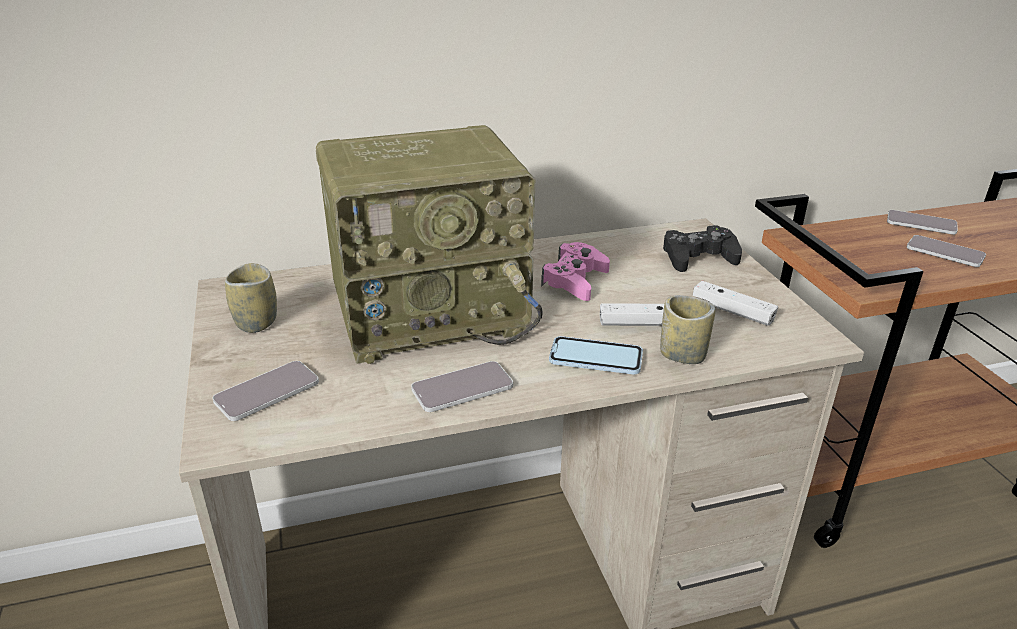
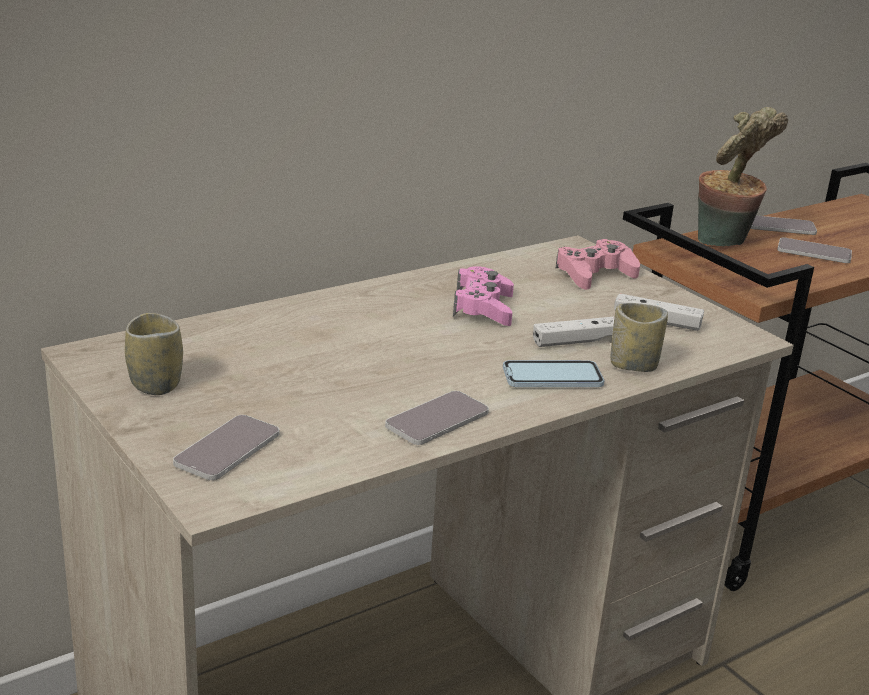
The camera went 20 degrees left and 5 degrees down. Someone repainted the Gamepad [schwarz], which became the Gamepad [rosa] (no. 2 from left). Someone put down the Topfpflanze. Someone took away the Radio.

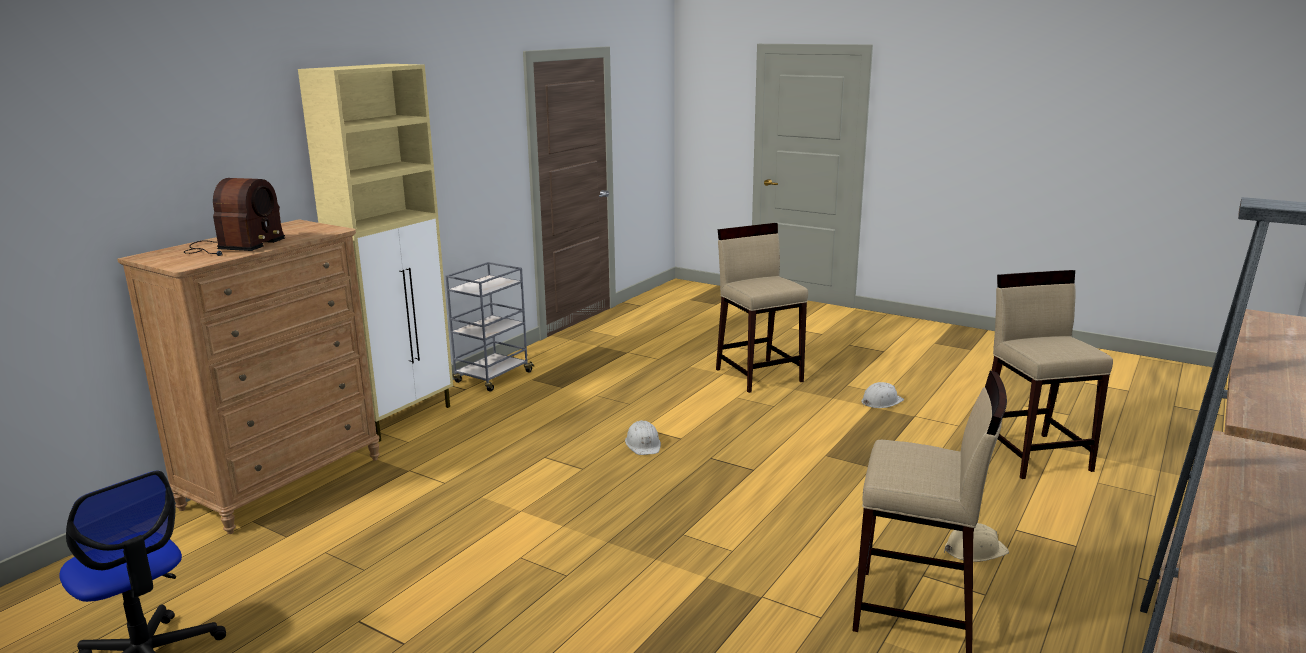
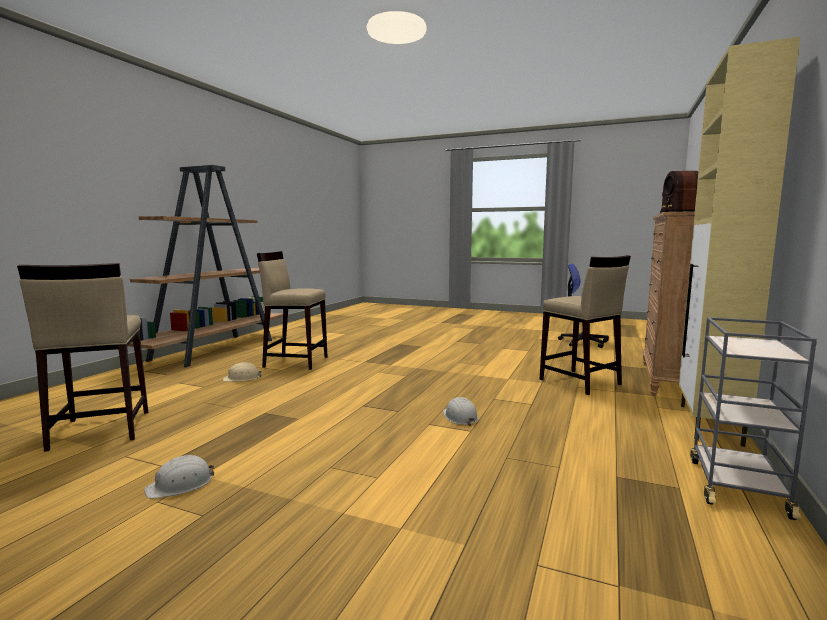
The camera went 170 degrees right and 10 degrees down. Someone carried the Hocker [beige] (no. 1 from left in the first image).

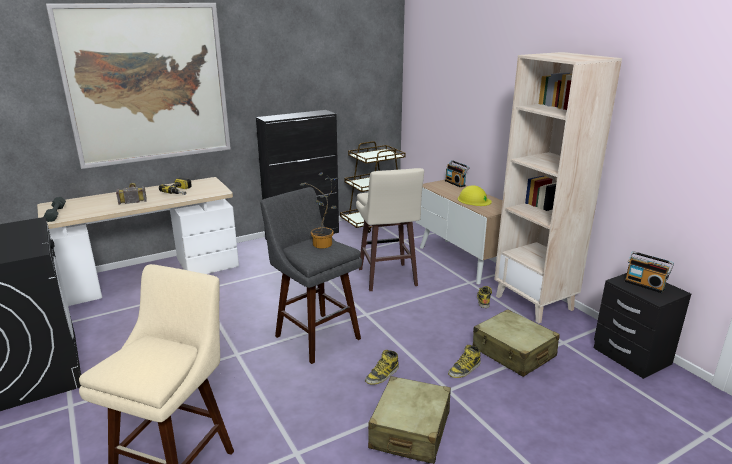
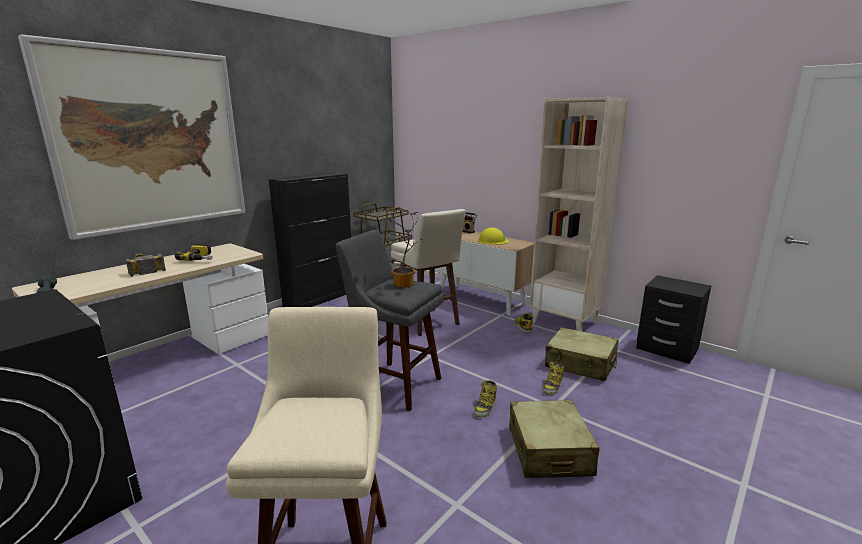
The camera went 20 degrees left and 5 degrees down. Someone took away the Radio (no. 2 from left).

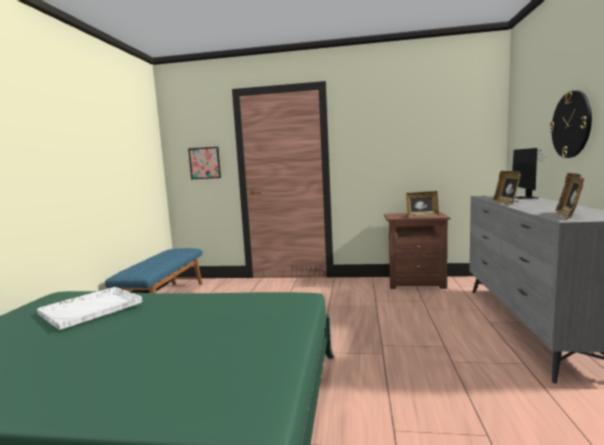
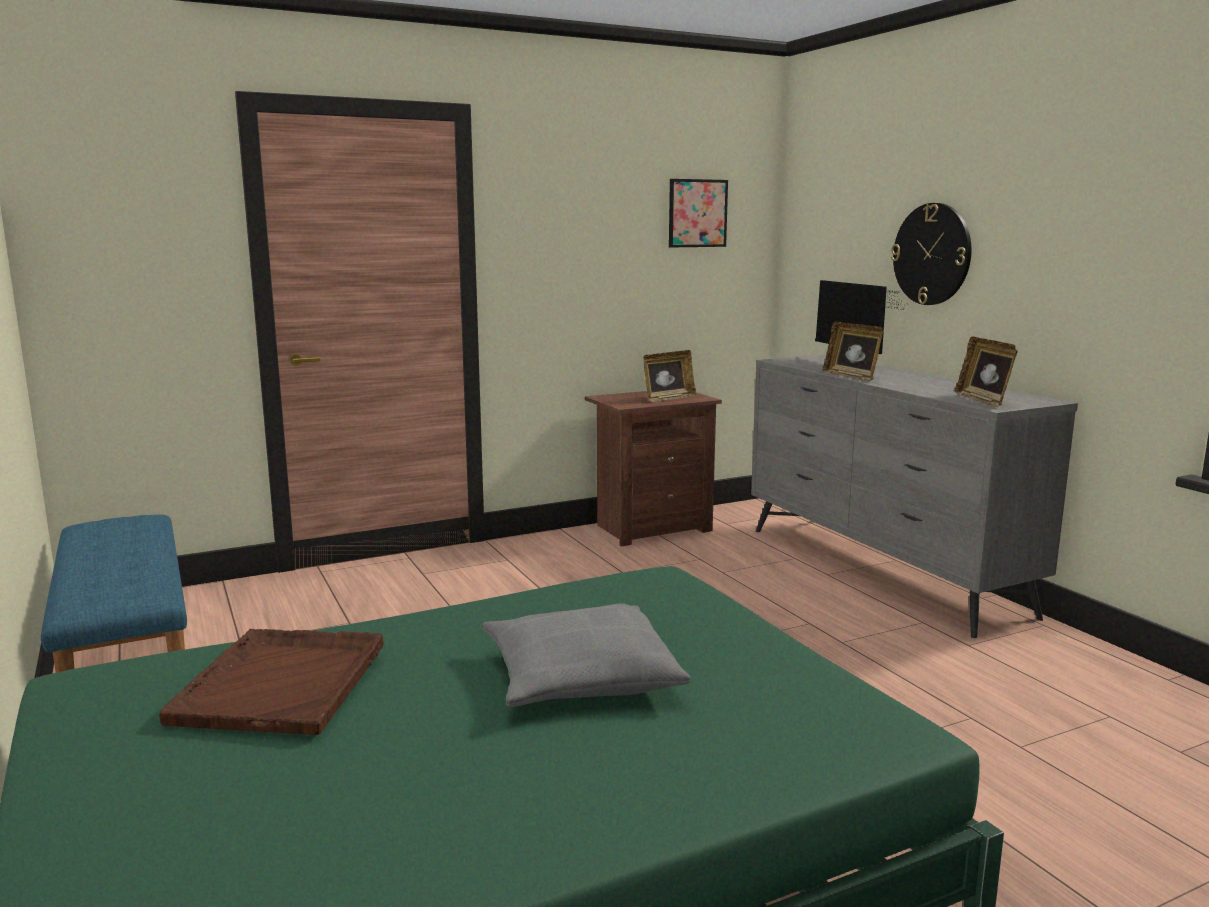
The camera went 35 degrees left and 5 degrees up. Someone repainted the Tablett [weiß], which became the Tablett [braun]. Someone put down the Kissen [grau]. Someone carried the Bild.

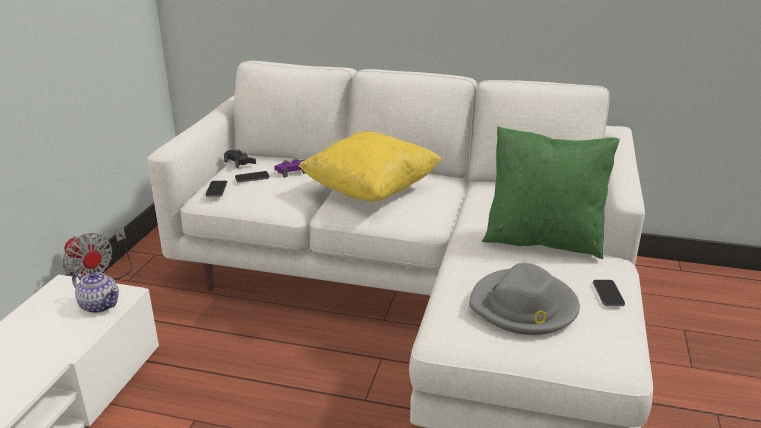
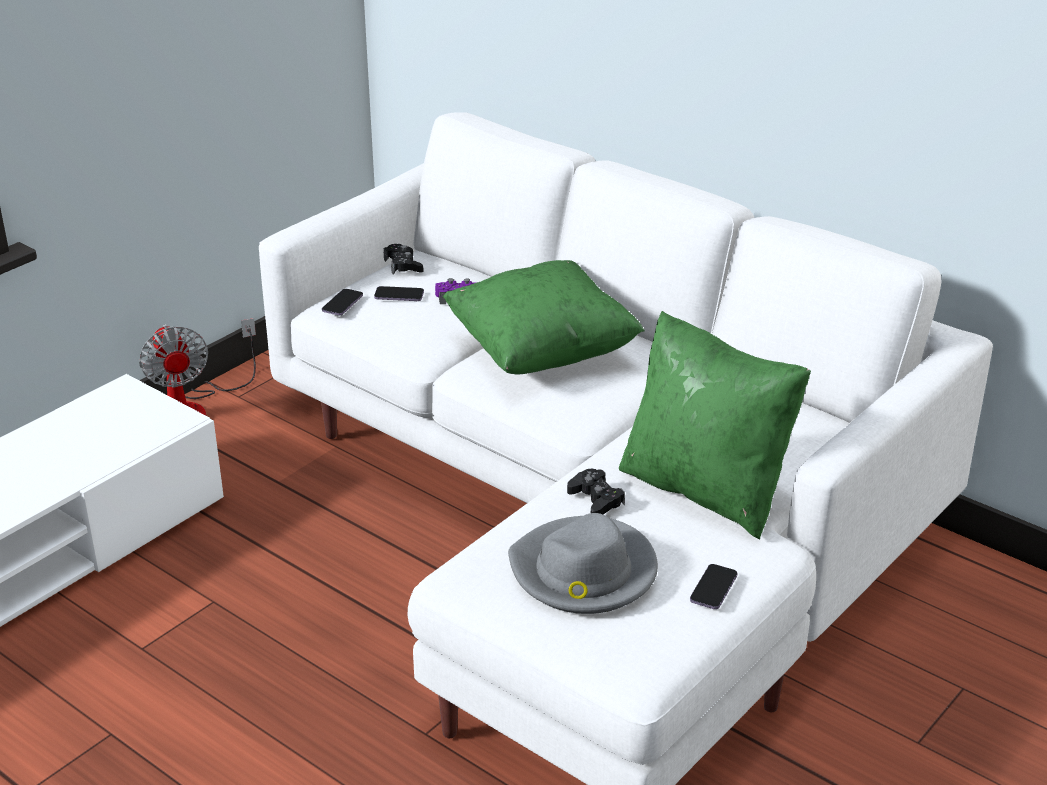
The camera went 25 degrees right and 5 degrees up. Someone repainted the Kissen [gelb], which became the Kissen [grün] (no. 1 from left). Someone put down the Gamepad [schwarz] (no. 2 from left). Someone took away the Teekanne.

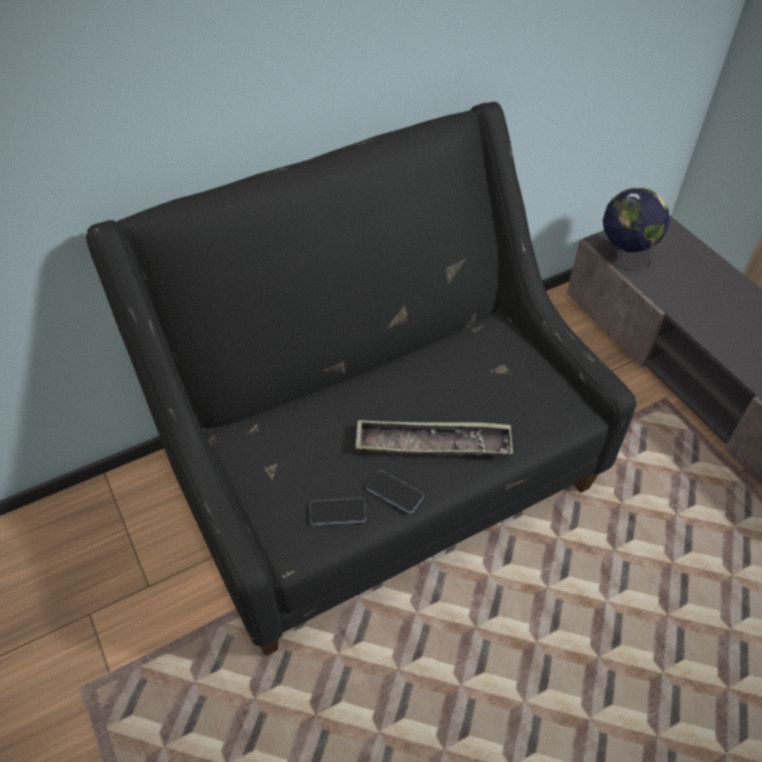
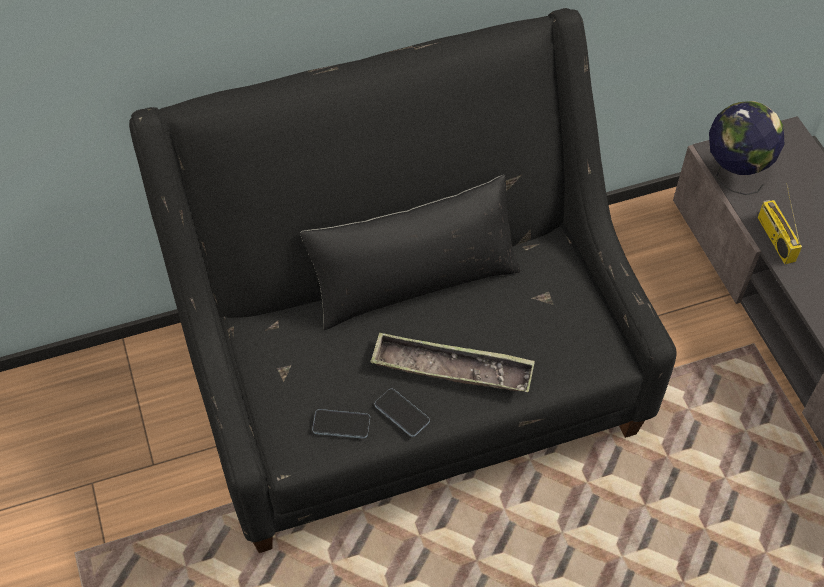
The camera went 10 degrees right and 5 degrees up. Someone put down the Kissen [schwarz]. Someone put down the Radio.

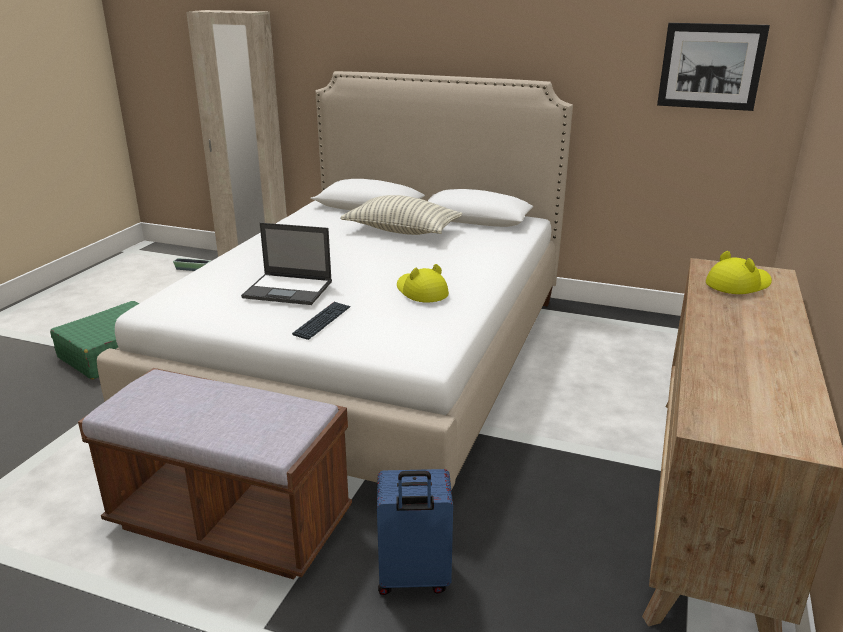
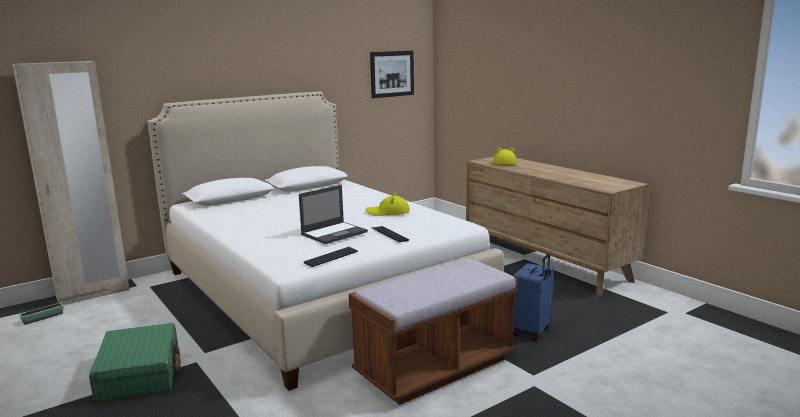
The camera went 55 degrees left and 10 degrees down. Someone put down the Tastatur (no. 1 from left). Someone took away the Kissen.

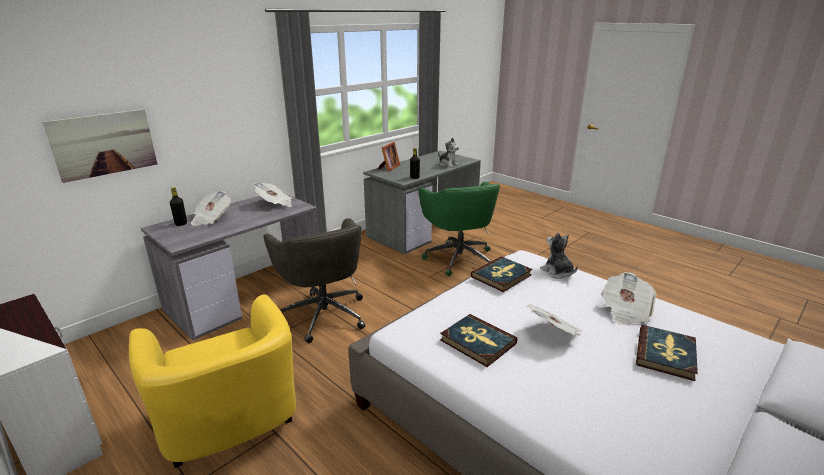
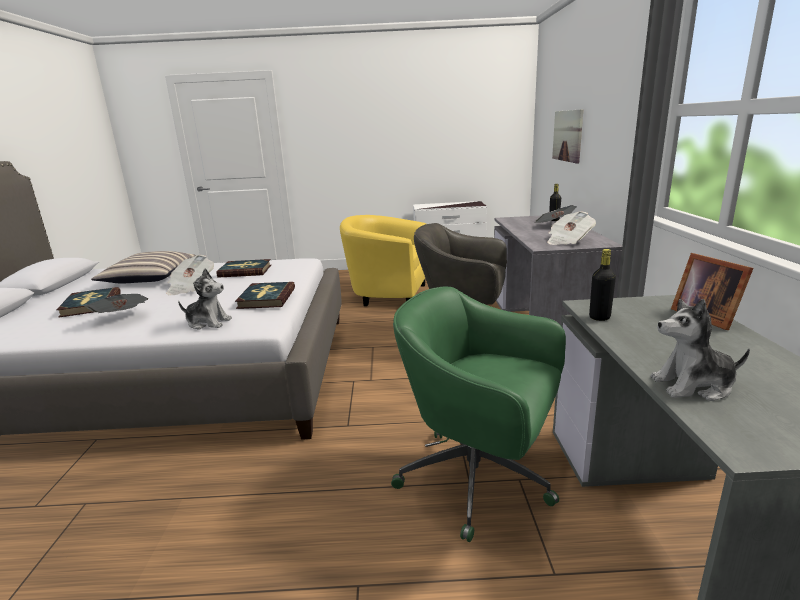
The camera went 135 degrees right and 5 degrees down. Someone put down the Kissen.

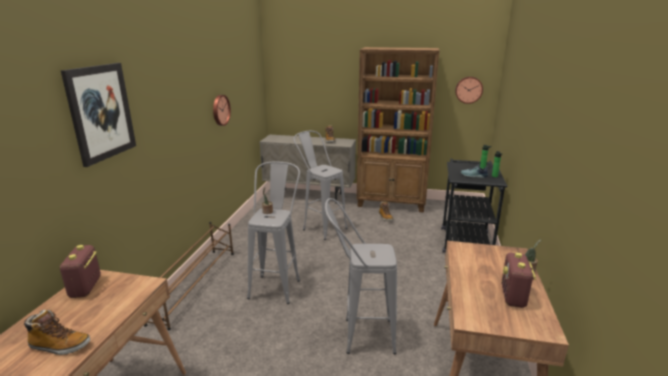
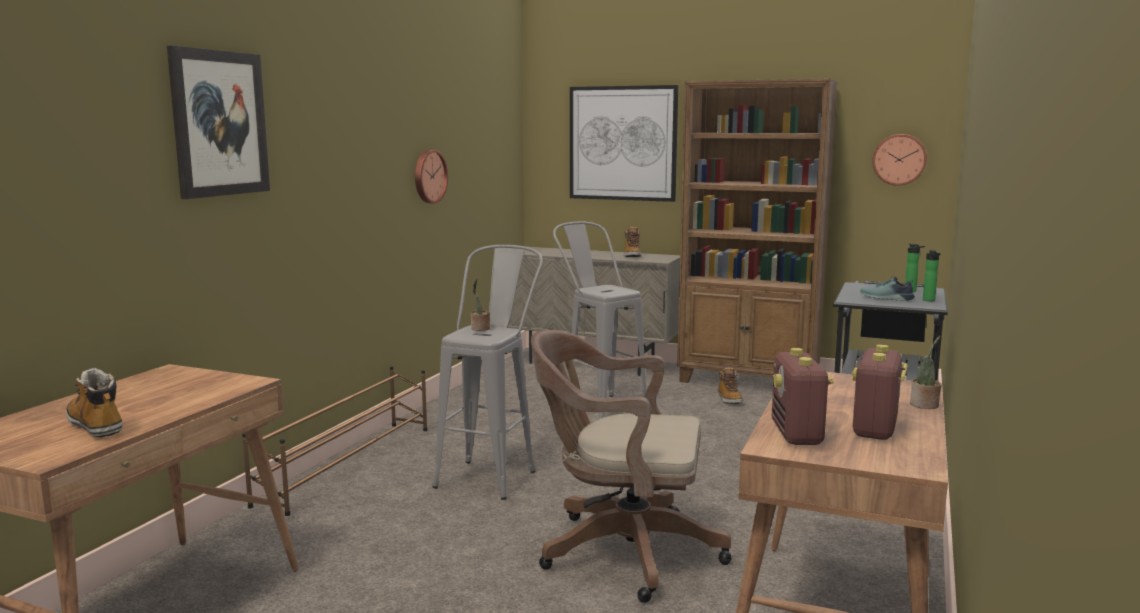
The camera went 10 degrees right and 10 degrees down. Someone rotated the Stiefel (no. 1 from left) by 150 degrees counterclockwise. Someone swapped the Hocker [grau] (no. 3 from left) for the Bürostuhl [braun]. Someone put up the Bild (no. 2 from left). Someone carried the Radio (no. 1 from left).

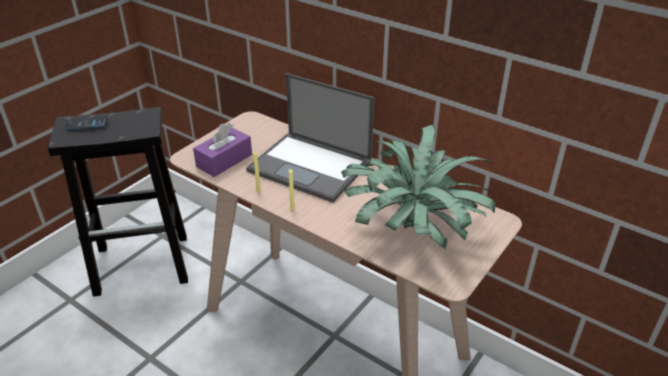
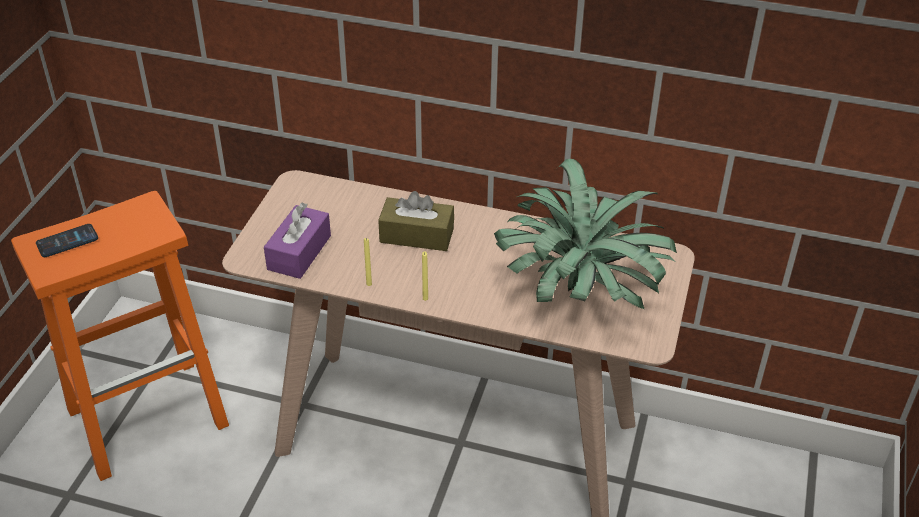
The camera went 20 degrees left and 5 degrees up. Someone repainted the Hocker [schwarz], which became the Hocker [orange]. Someone swapped the Laptop for the Taschentuchbox [braun].

